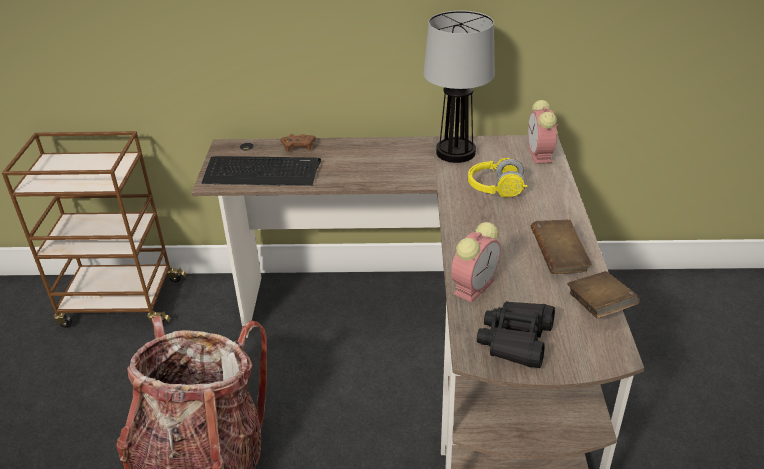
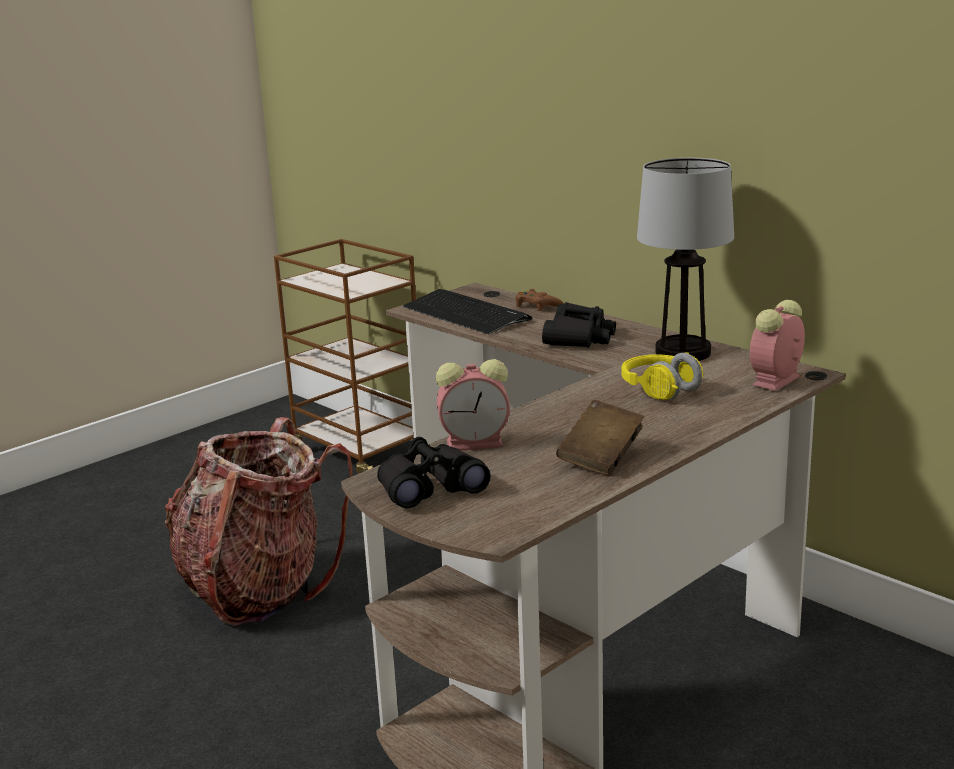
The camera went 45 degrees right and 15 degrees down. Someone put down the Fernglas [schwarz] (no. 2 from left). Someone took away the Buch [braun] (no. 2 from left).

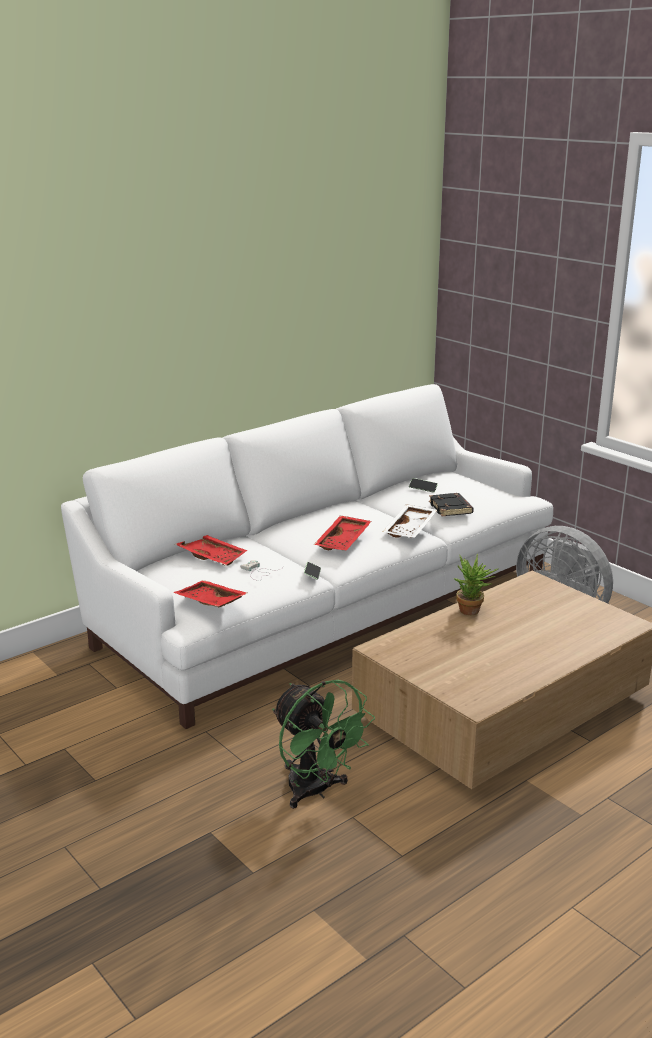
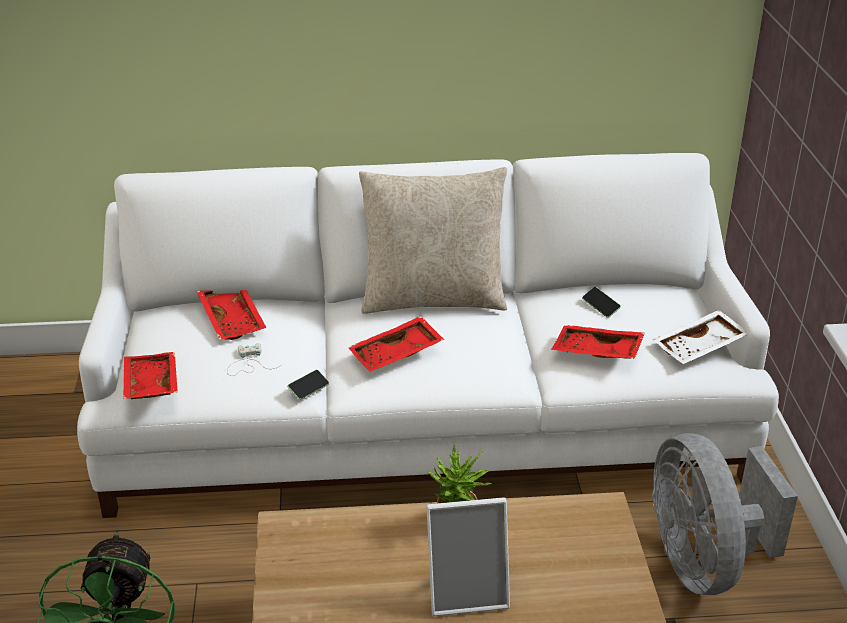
The camera went 35 degrees right and 10 degrees up. Someone put down the Kissen [beige]. Someone put down the Bilderrahmen. Someone swapped the Buch [schwarz] for the Tablett [rot] (no. 4 from left). Someone carried the Tablett [weiß].

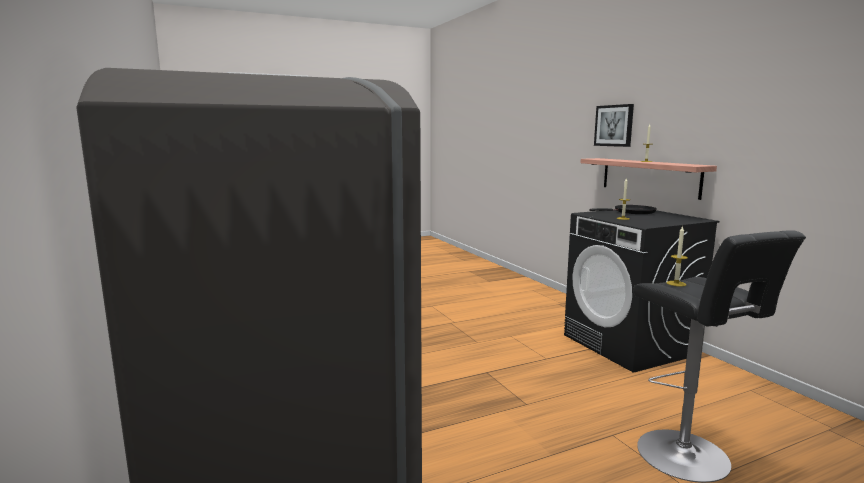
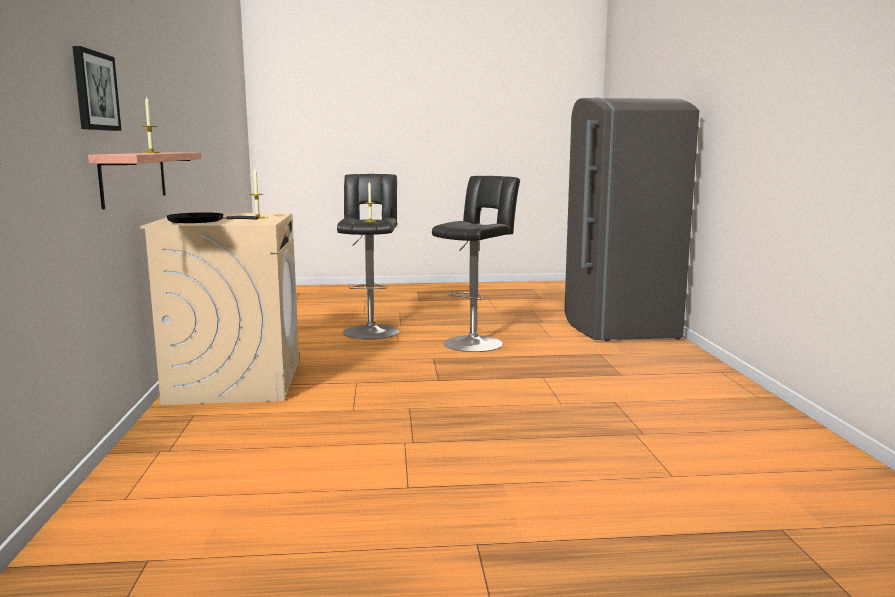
The camera went 160 degrees left and 0 degrees up. Someone repainted the Waschmaschine [schwarz], which became the Waschmaschine [beige]. Someone put down the Hocker [schwarz] (no. 2 from left).

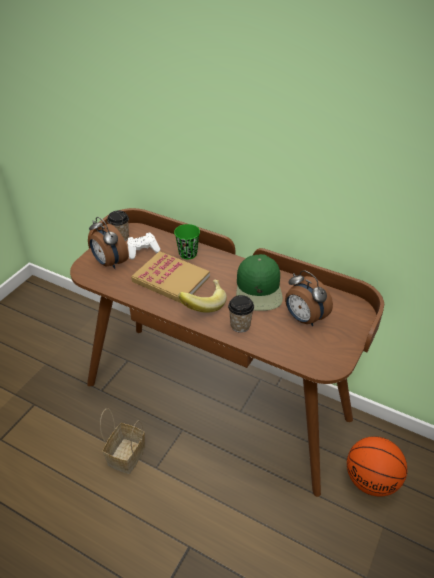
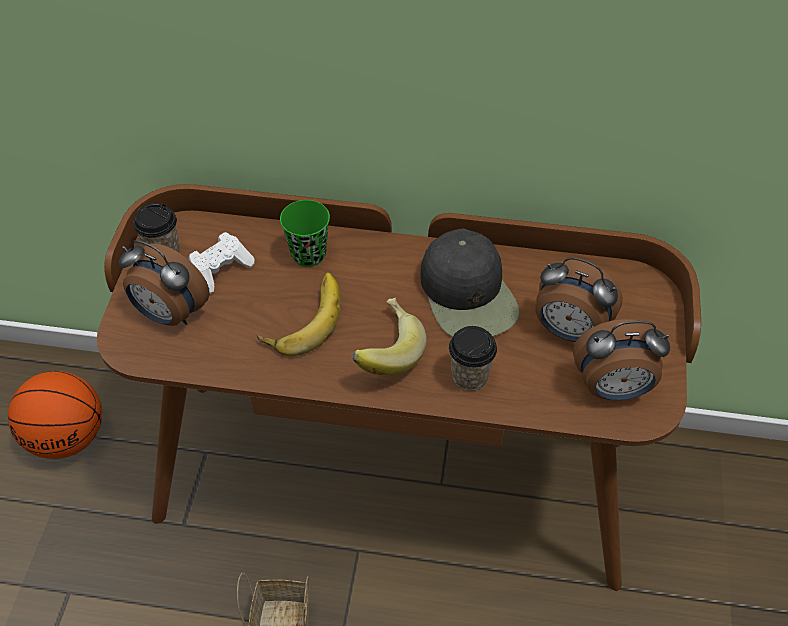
The camera went 20 degrees left and 10 degrees up. Someone carried the Basketball. Someone swapped the Buch for the Banane (no. 1 from left). Someone repainted the Kappe [grün], which became the Kappe [schwarz]. Someone put down the Wecker (no. 3 from left).

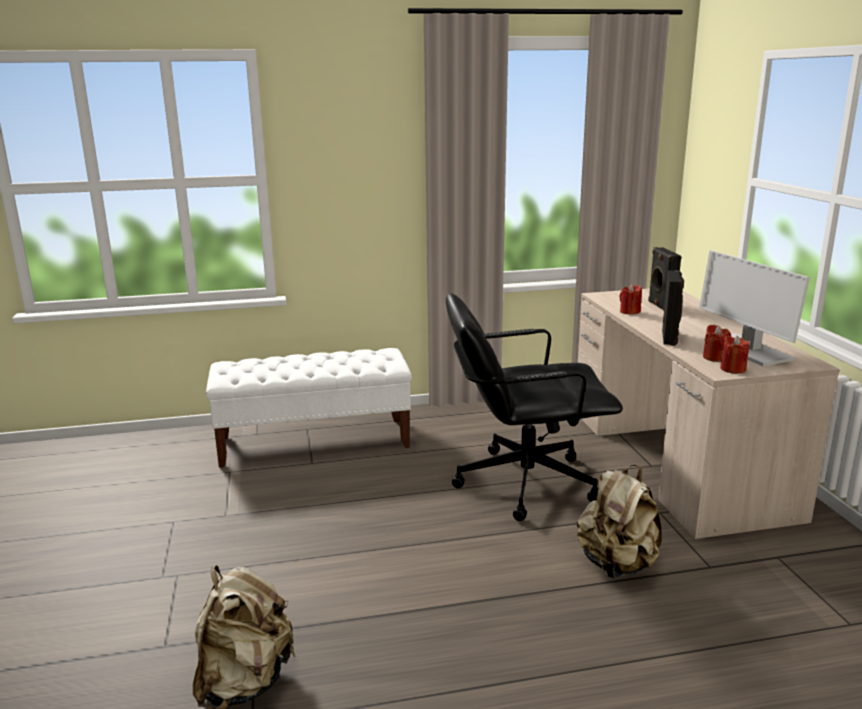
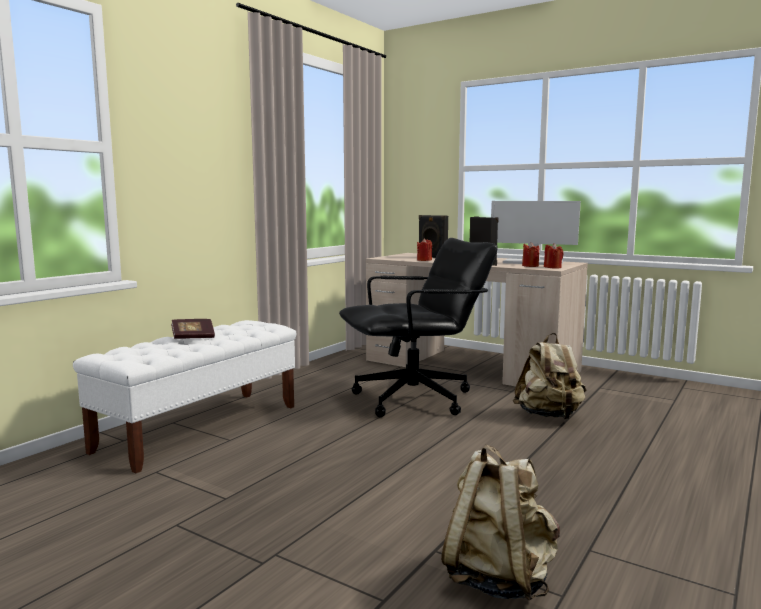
The camera went 45 degrees left and 10 degrees down. Someone put down the Buch. Someone rotated the Bürostuhl [schwarz] by 150 degrees counterclockwise.

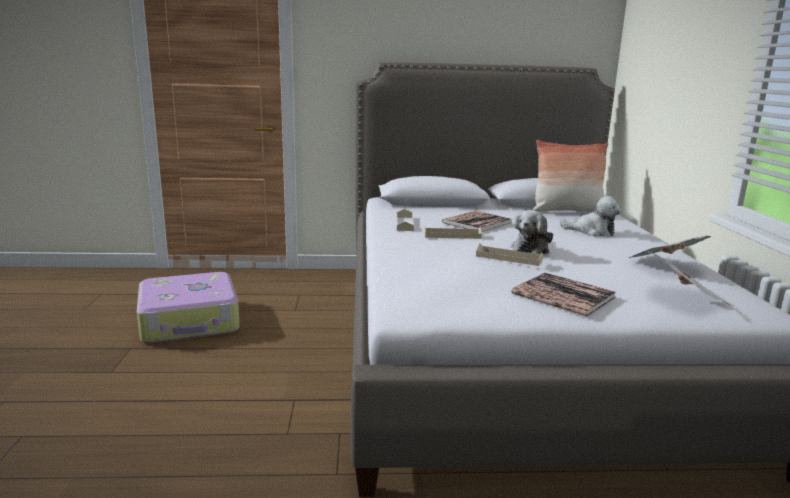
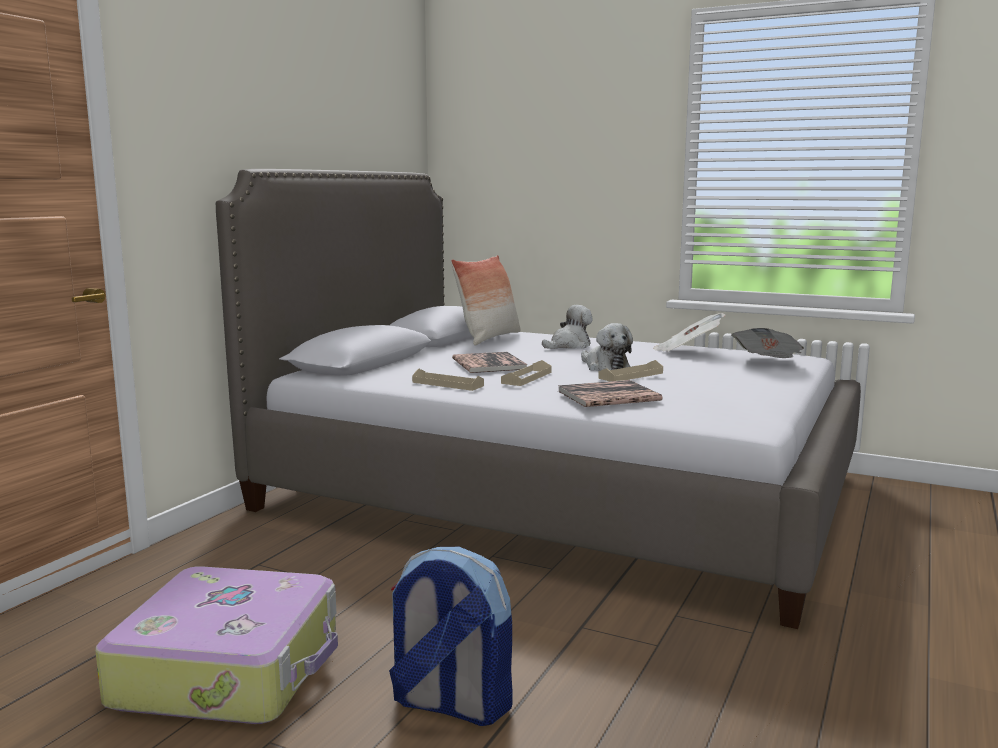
The camera went 60 degrees left and 5 degrees down. Someone put down the Rucksack. Someone carried the Buch (no. 2 from left).

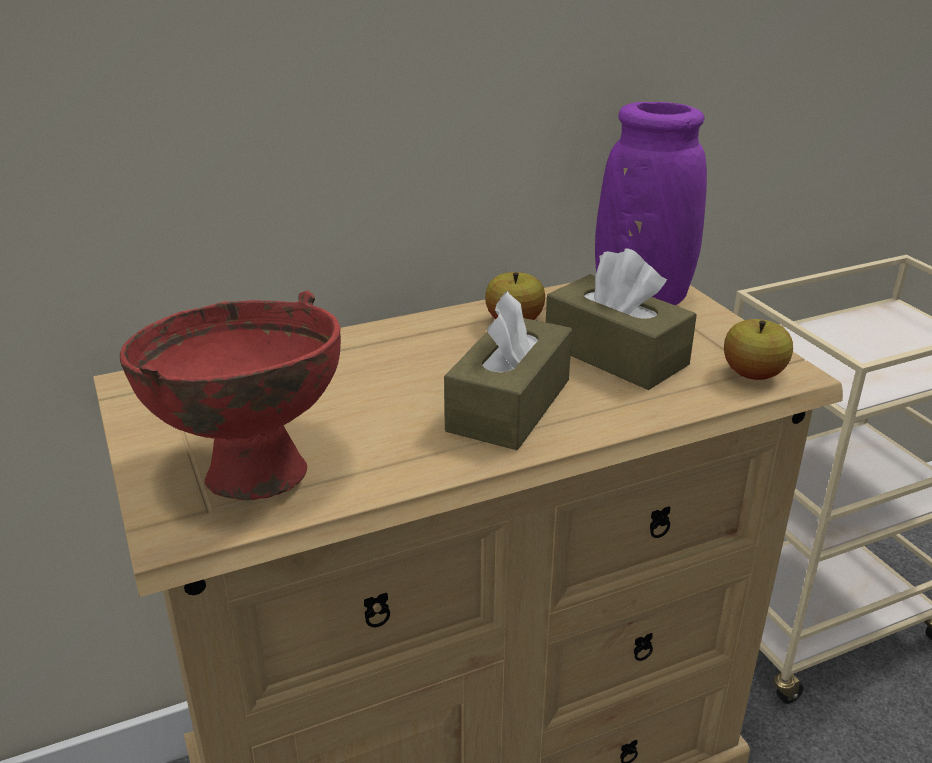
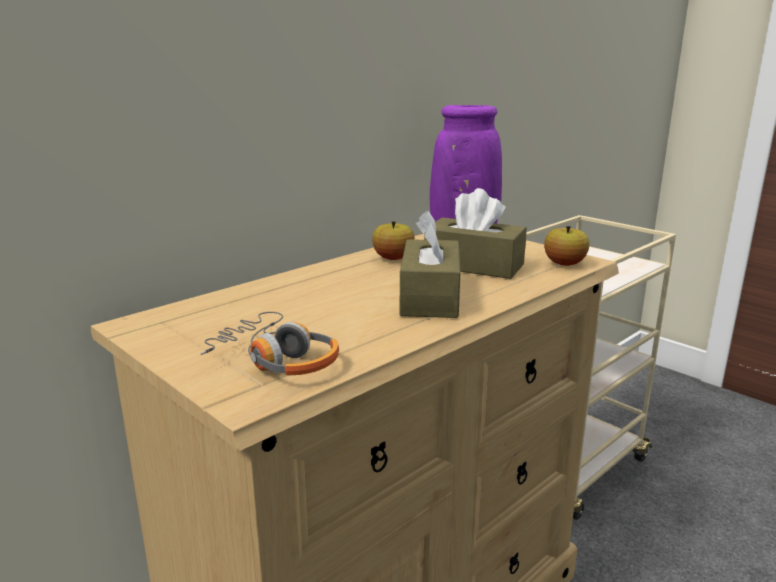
The camera went 20 degrees left and 10 degrees down. Someone swapped the Schüssel [rot] for the Kopfhörer.

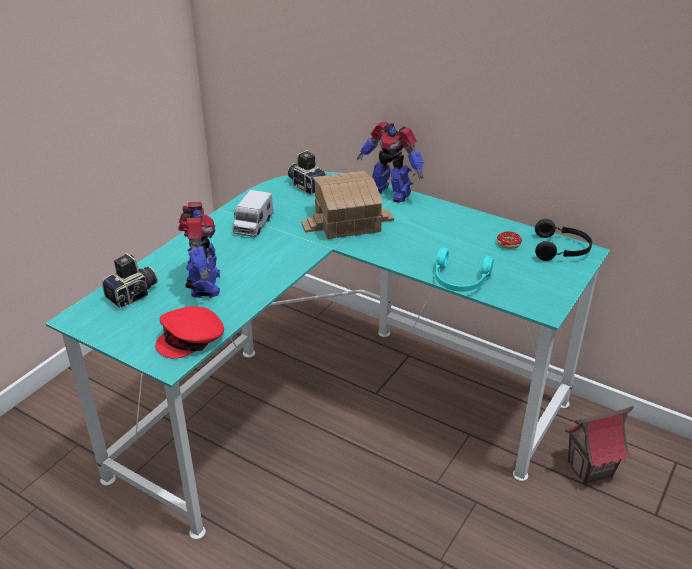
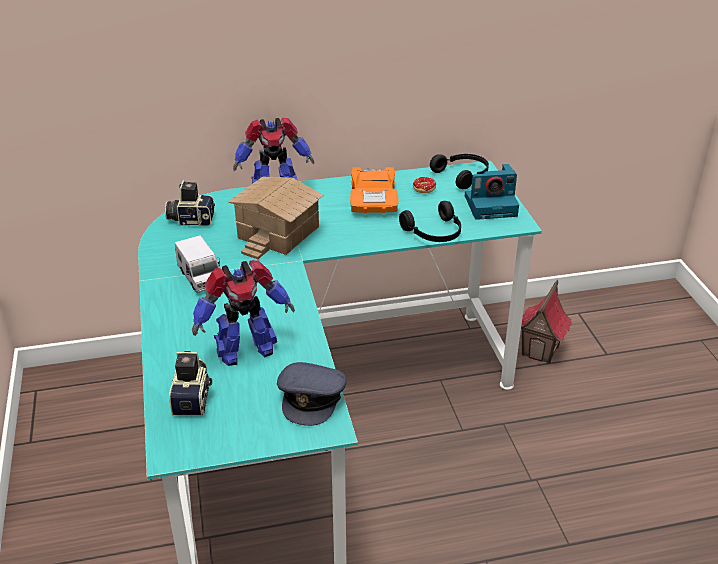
The camera went 45 degrees left and 0 degrees up. Someone rotated the Spielzeugroboter (no. 1 from left) by 120 degrees clockwise. Someone repainted the Kappe [rot], which became the Kappe [grau]. Someone put down the Spielzeugauto [orange]. Someone repainted the Kopfhörer [türkis], which became the Kopfhörer [schwarz] (no. 1 from left). Someone put down the Kamera (no. 3 from left).

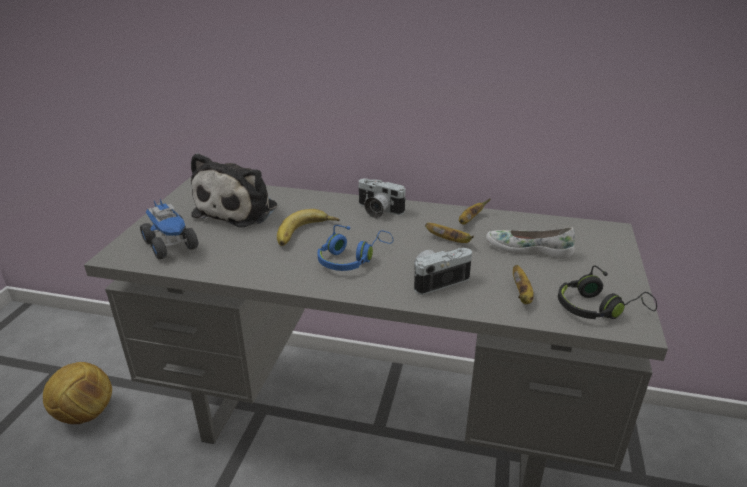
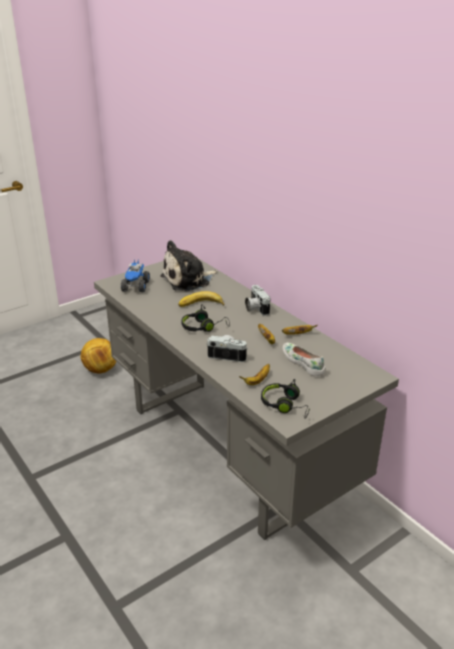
The camera went 40 degrees right and 0 degrees up. Someone repainted the Kopfhörer [blau], which became the Kopfhörer [schwarz] (no. 1 from left).

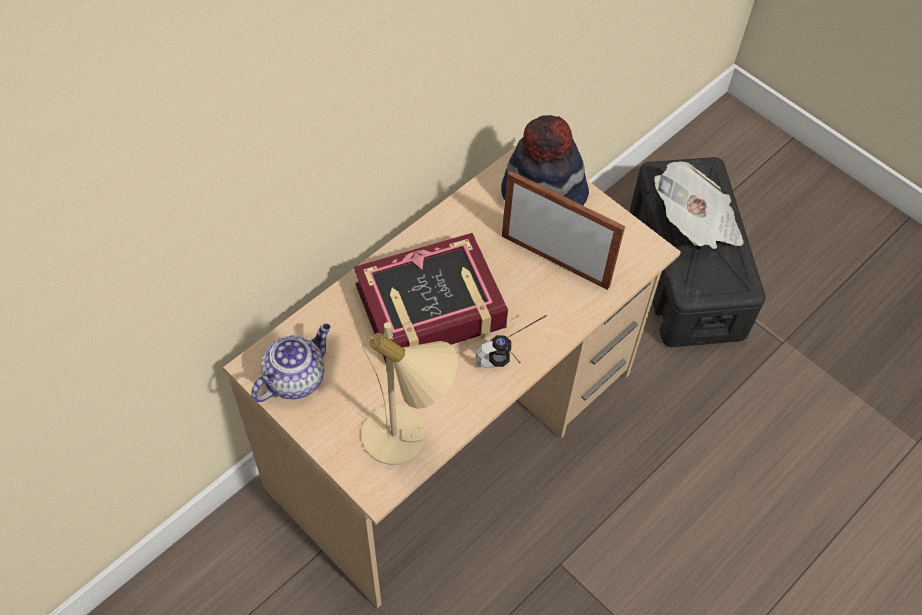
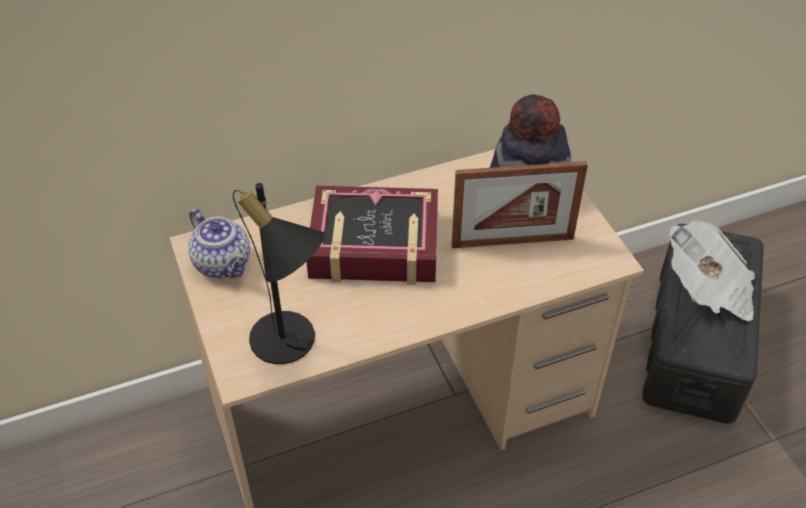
The camera went 25 degrees right and 10 degrees down. Someone rotated the Teekanne by 75 degrees clockwise. Someone repainted the Tischlampe [beige], which became the Tischlampe [schwarz]. Someone rotated the Bilderrahmen by 120 degrees clockwise. Someone took away the Kopfhörer.

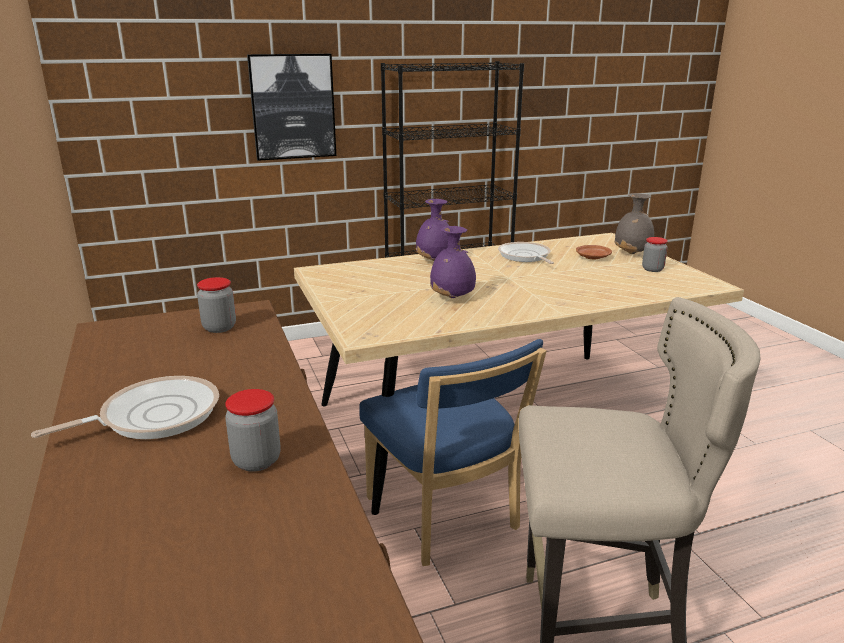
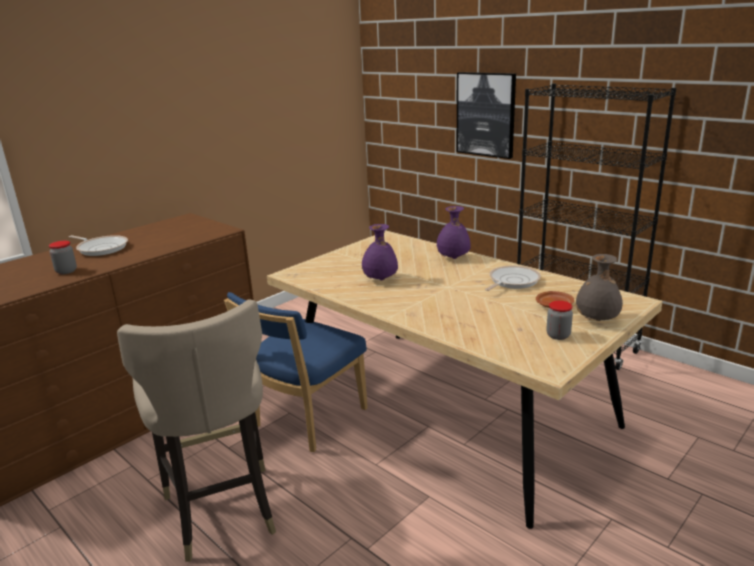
The camera went 65 degrees right and 0 degrees up. Someone took away the Vorratsglas (no. 1 from left).

